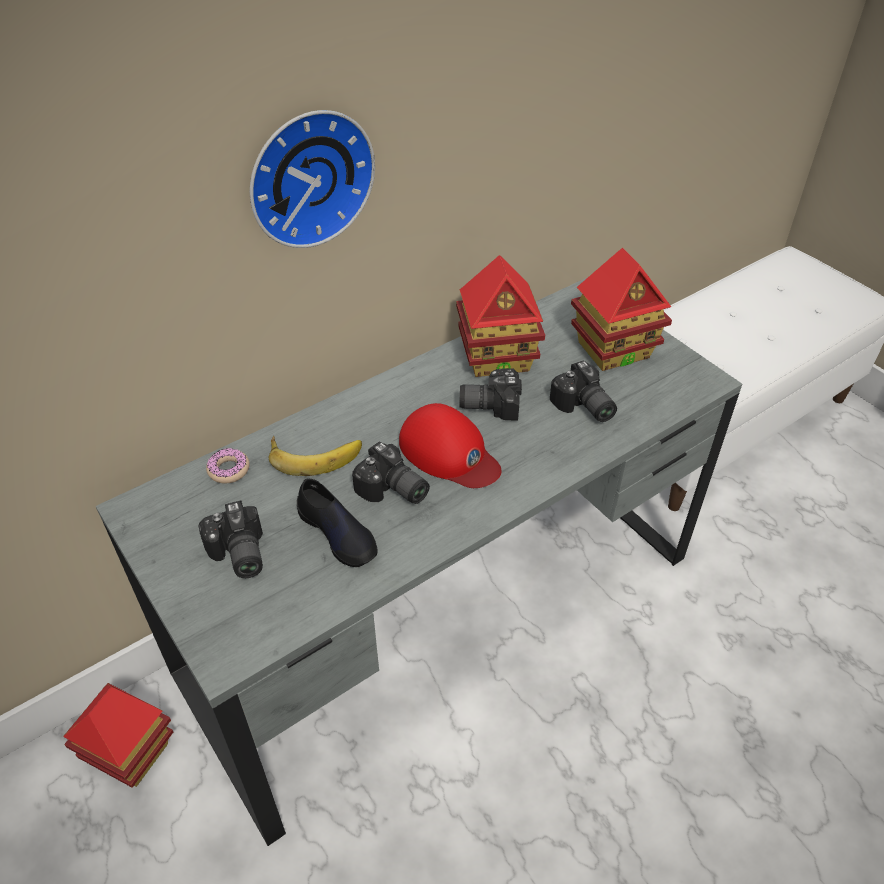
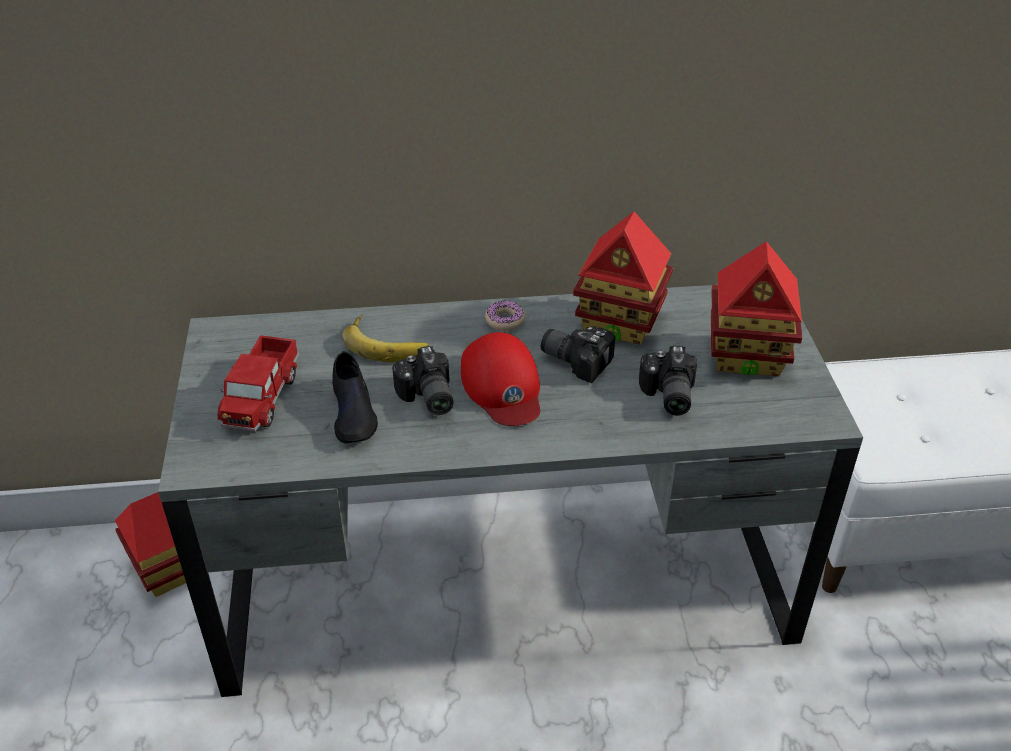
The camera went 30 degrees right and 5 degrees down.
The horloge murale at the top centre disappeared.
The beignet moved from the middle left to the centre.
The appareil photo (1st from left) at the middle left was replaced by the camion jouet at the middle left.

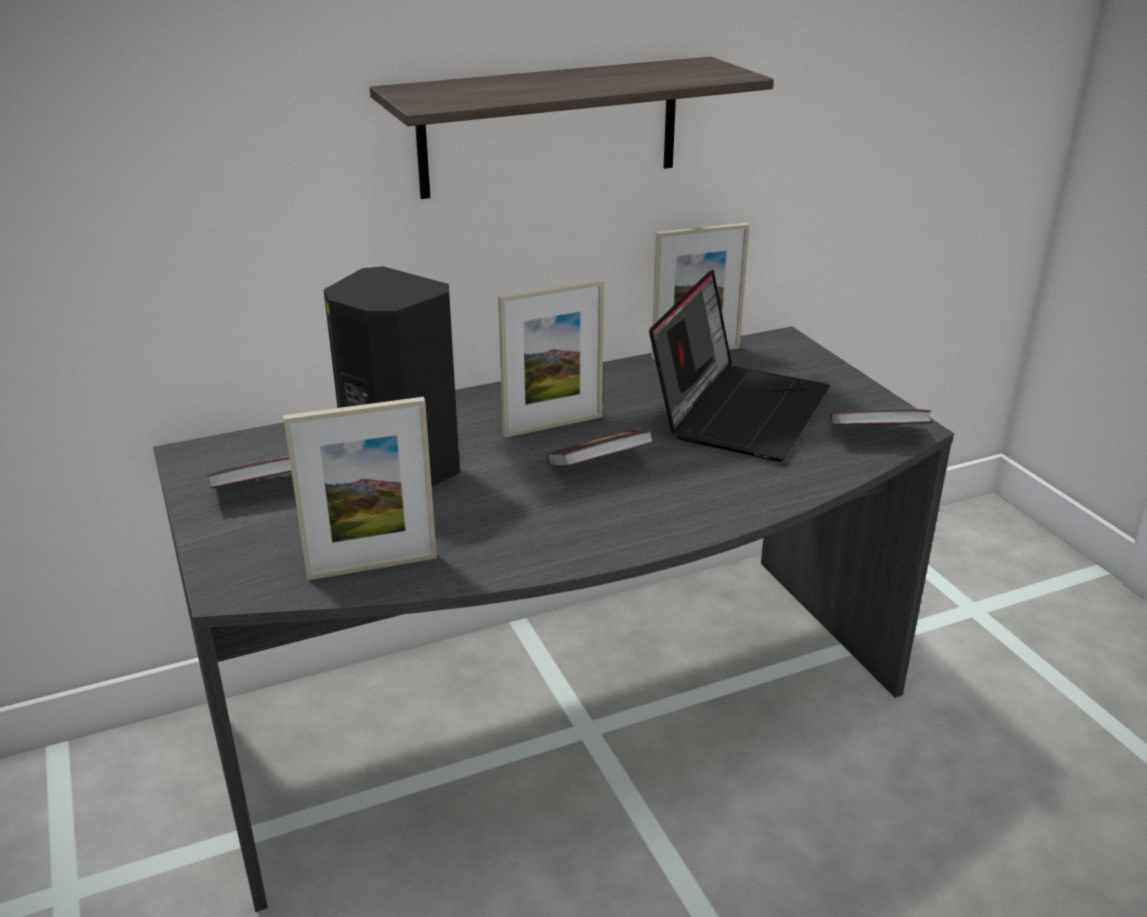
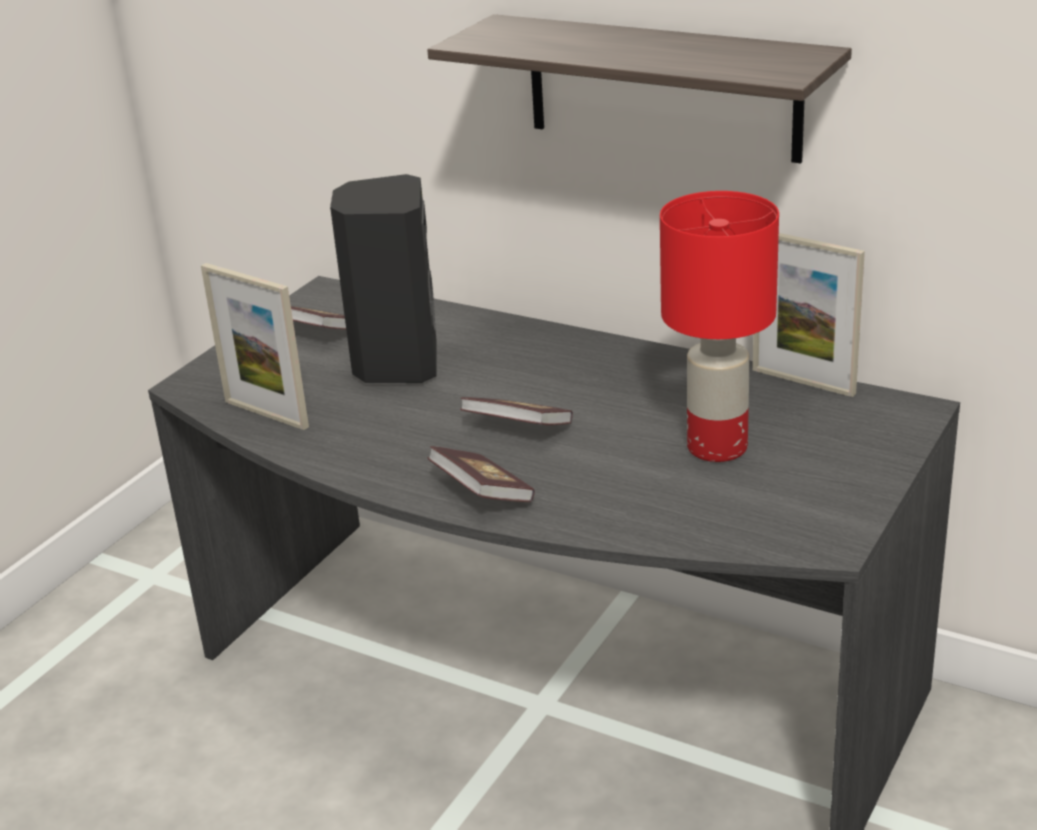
The camera went 55 degrees right and 0 degrees up.
The ordinateur portable at the centre was replaced by the lampe de table/rouge at the middle right.
The cadre photo (2nd from left) at the centre disappeared.
The livre (3rd from left in the first image) moved from the middle right to the centre.

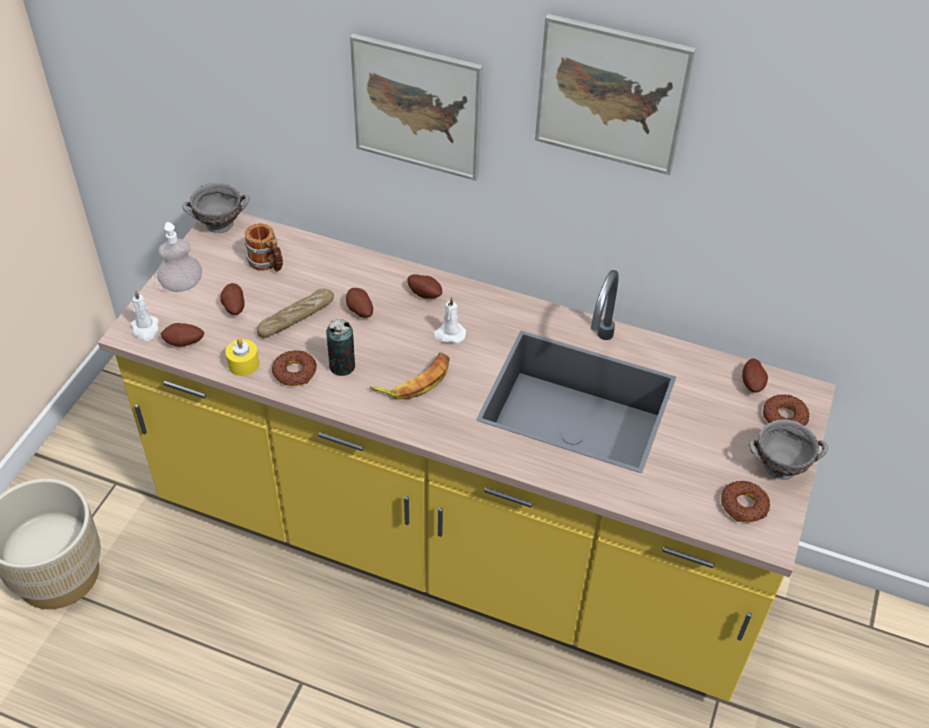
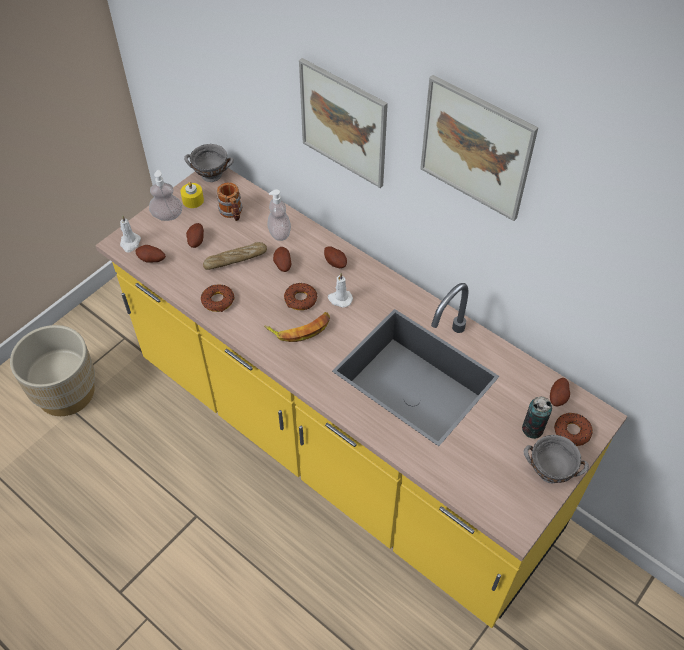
The camera went 20 degrees right and 5 degrees up.
The boîte métallique moved from the centre to the middle right.
The bougie/jaune moved from the middle left to the top left.
The beignet (2nd from left) moved from the bottom right to the centre.
The distributeur de savon (2nd from left) at the top centre appeared.

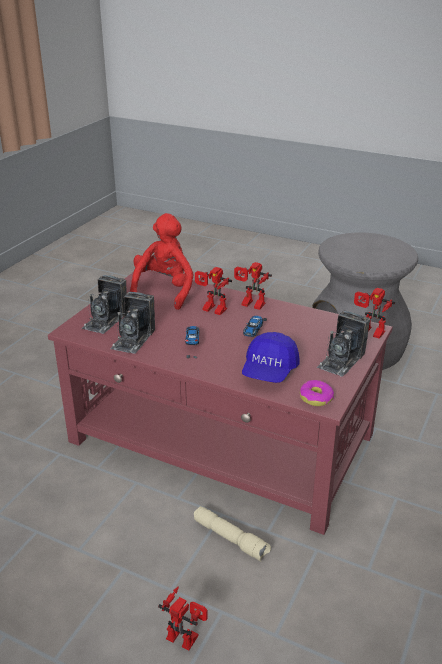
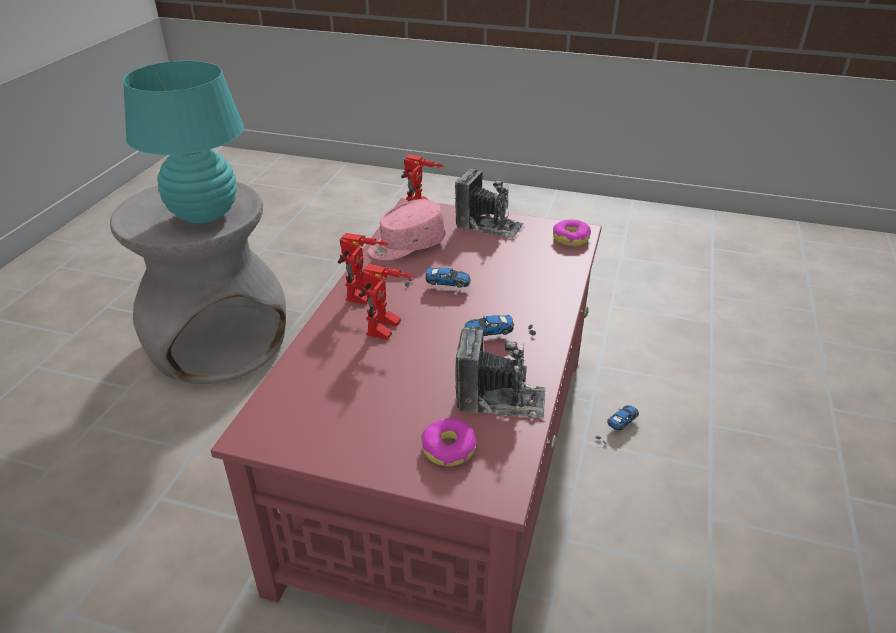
The camera went 100 degrees left and 5 degrees up.
The peluche/rouge at the centre disappeared.
The appareil photo (1st from left) at the middle left was replaced by the beignet (1st from left) at the bottom centre.
The casquette/bleu at the centre disappeared.
The lampe de poche/beige at the bottom centre was replaced by the petite voiture (3rd from left) at the bottom right.
The robot jouet (1st from left) at the bottom centre disappeared.
The lampe de table/turquoise at the top left appeared.
The casquette/rose at the centre appeared.

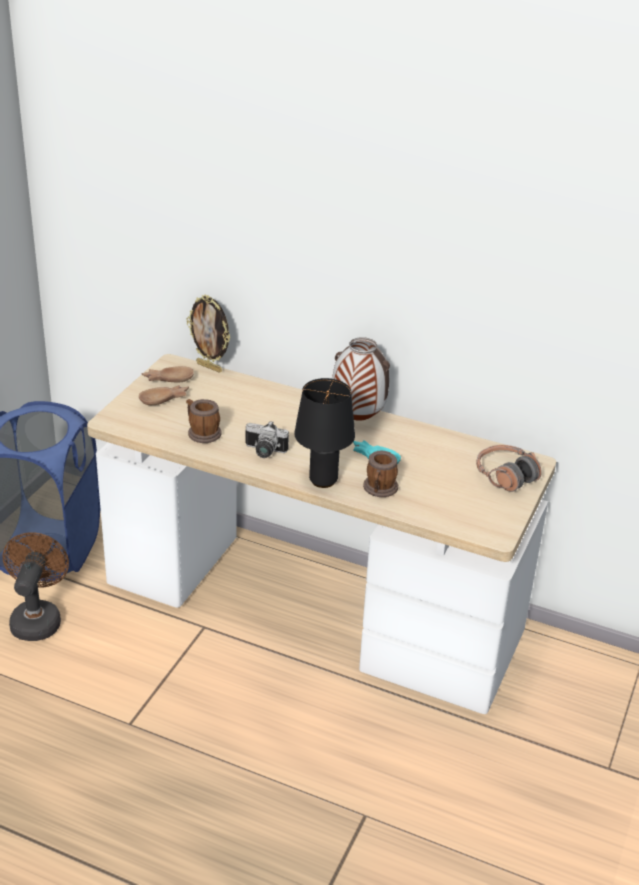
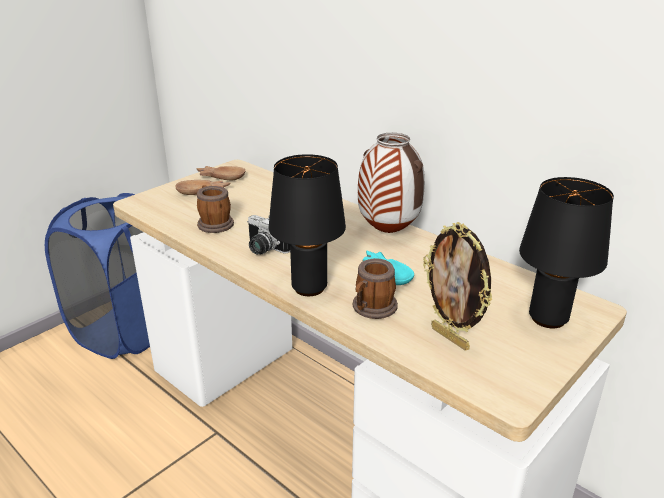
The camera went 20 degrees right and 5 degrees down.
The cadre photo moved from the middle left to the middle right.
The casque audio at the middle right was replaced by the lampe de table/noir (2nd from left) at the middle right.
The ventilateur/marron at the middle left disappeared.

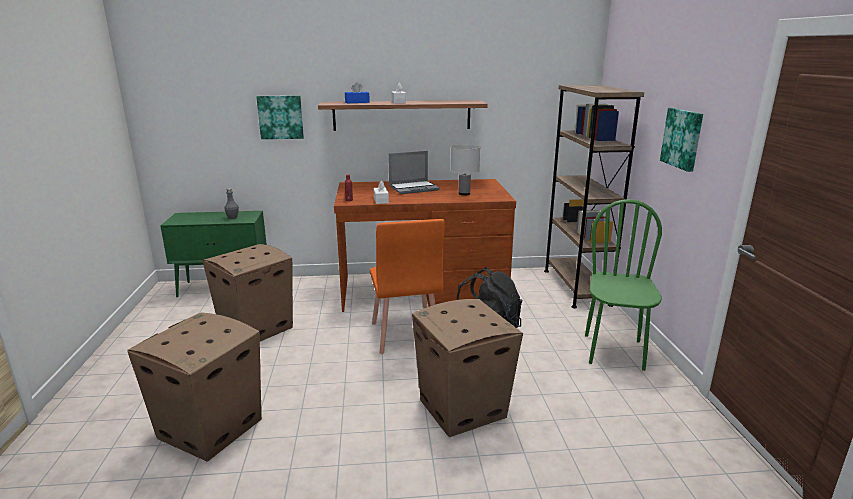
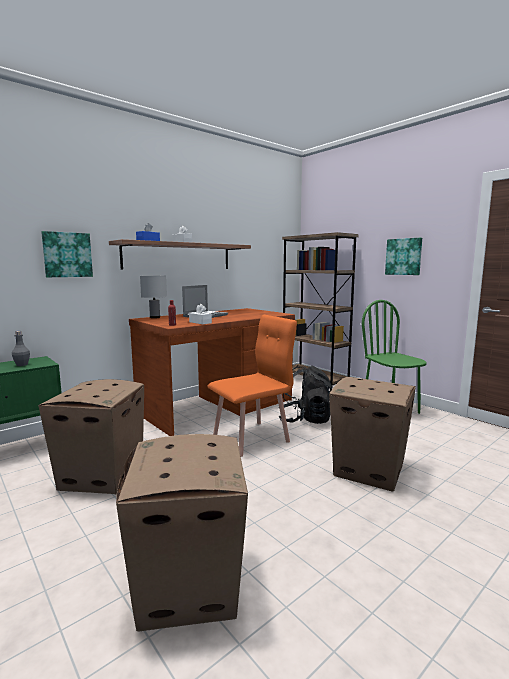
The camera went 35 degrees left and 10 degrees down.
The lampe de table/blanc moved from the centre to the middle left.
The chaise/orange at the centre turned 75 degrees counterclockwise.

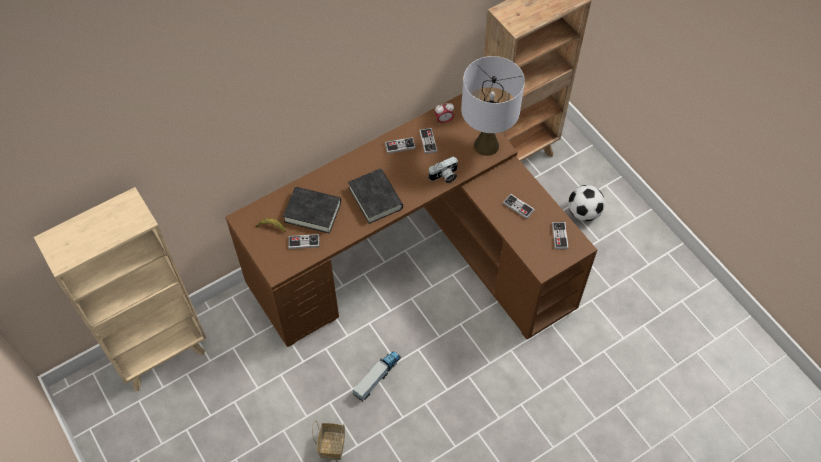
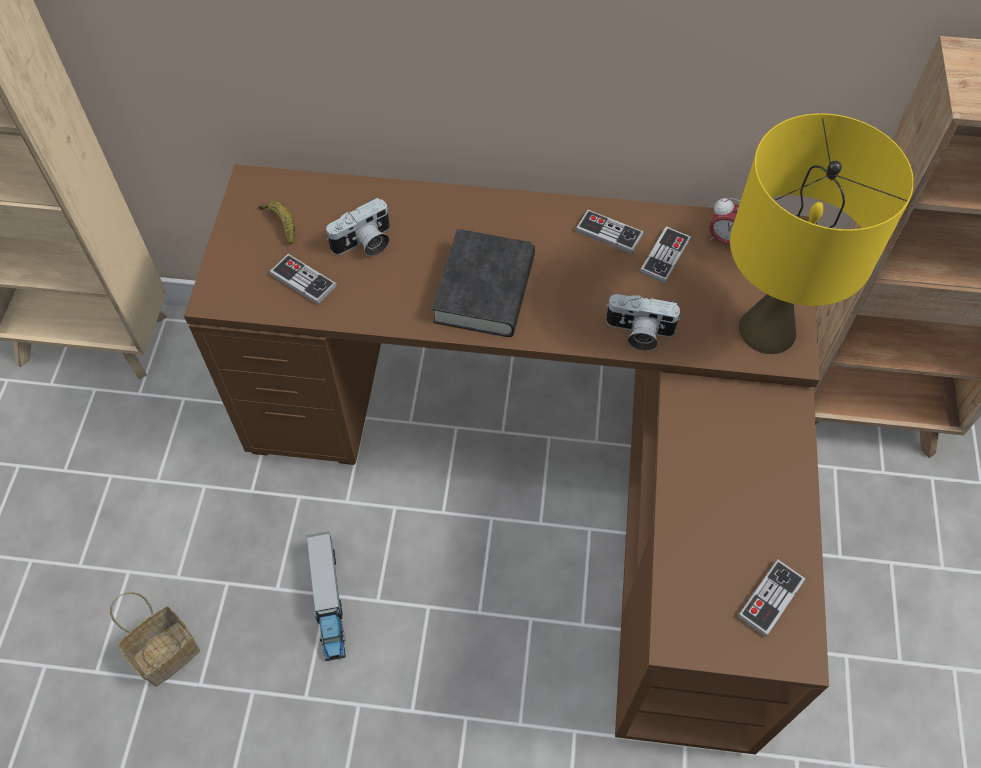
The camera went 40 degrees right and 0 degrees up.
The lampe de table/gris at the top centre became the lampe de table/jaune at the top right.
The ballon de foot at the middle right disappeared.
The livre/noir (1st from left) at the centre was replaced by the appareil photo (1st from left) at the top centre.
The manette (4th from left) at the centre disappeared.
The camion jouet at the bottom centre turned 90 degrees clockwise.

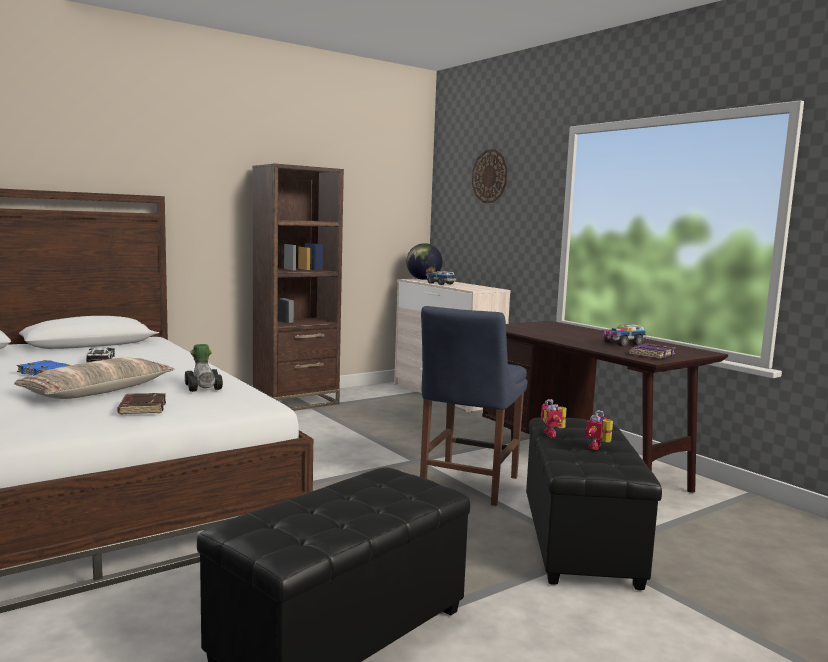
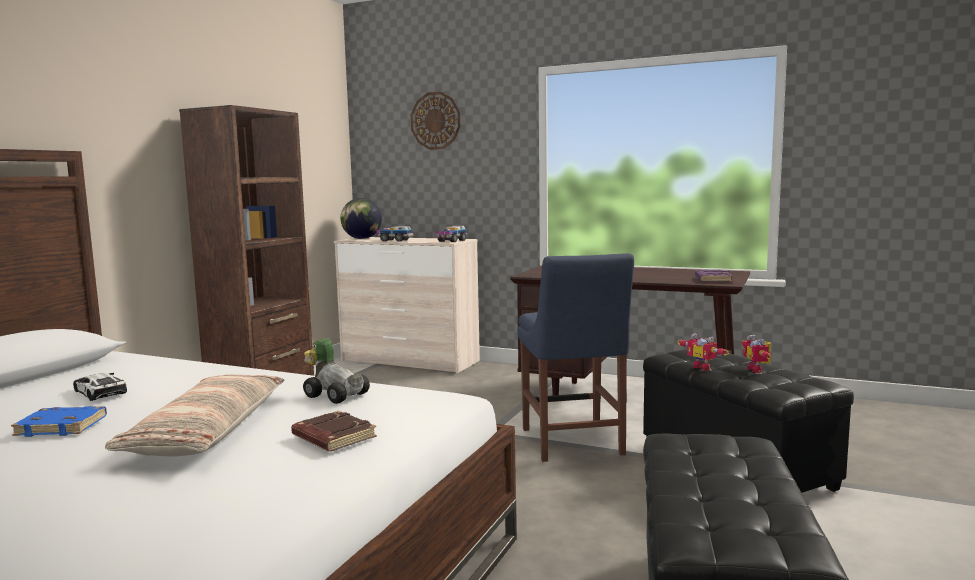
The camera went 30 degrees left and 0 degrees up.
The camion jouet (2nd from left) moved from the middle right to the centre.

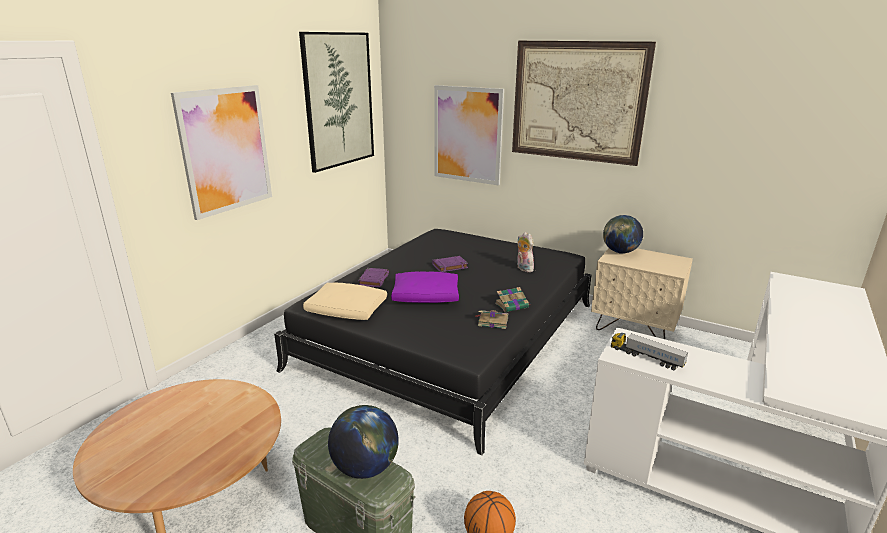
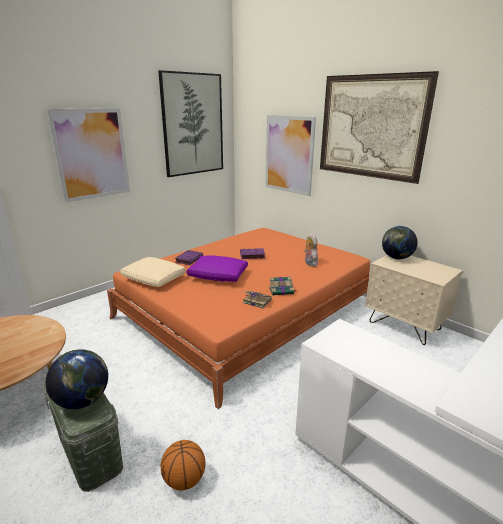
The camera went 15 degrees right and 0 degrees up.
The lit/noir at the centre became the lit/orange at the centre.
The camion jouet at the middle right disappeared.

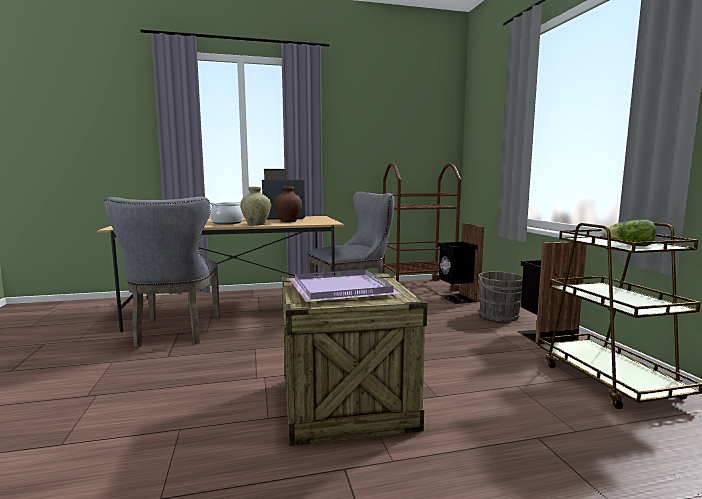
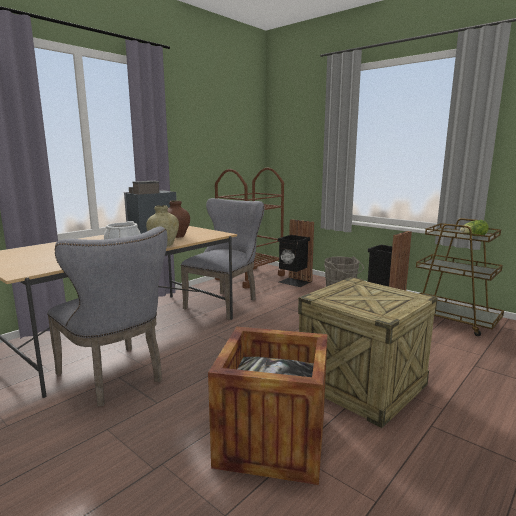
The camera went 35 degrees left and 5 degrees up.
The plateau/violet at the centre disappeared.
The caisse (1st from left) at the bottom centre appeared.

